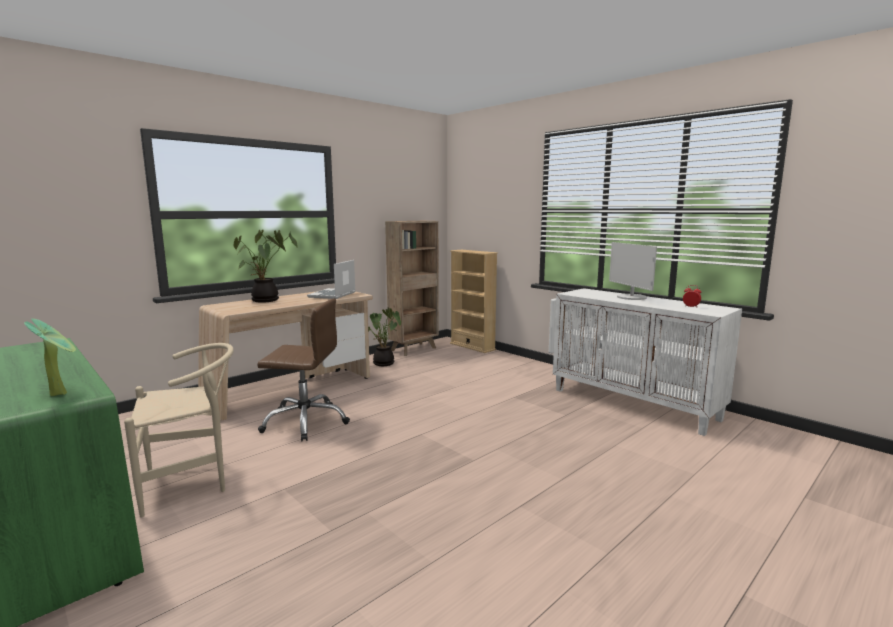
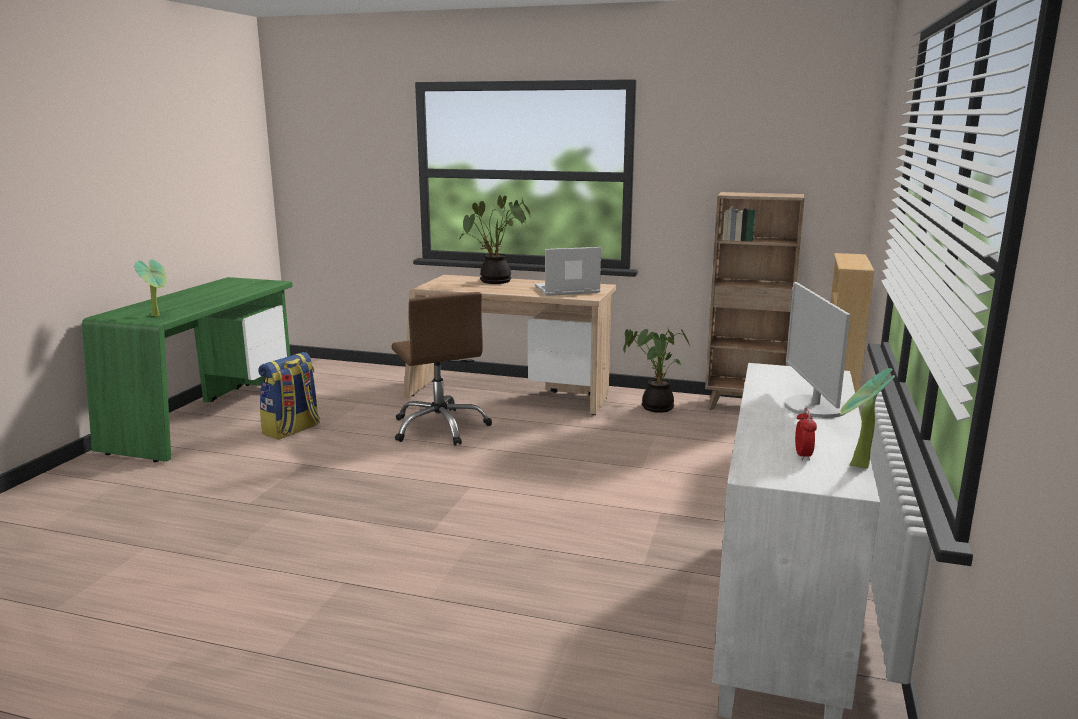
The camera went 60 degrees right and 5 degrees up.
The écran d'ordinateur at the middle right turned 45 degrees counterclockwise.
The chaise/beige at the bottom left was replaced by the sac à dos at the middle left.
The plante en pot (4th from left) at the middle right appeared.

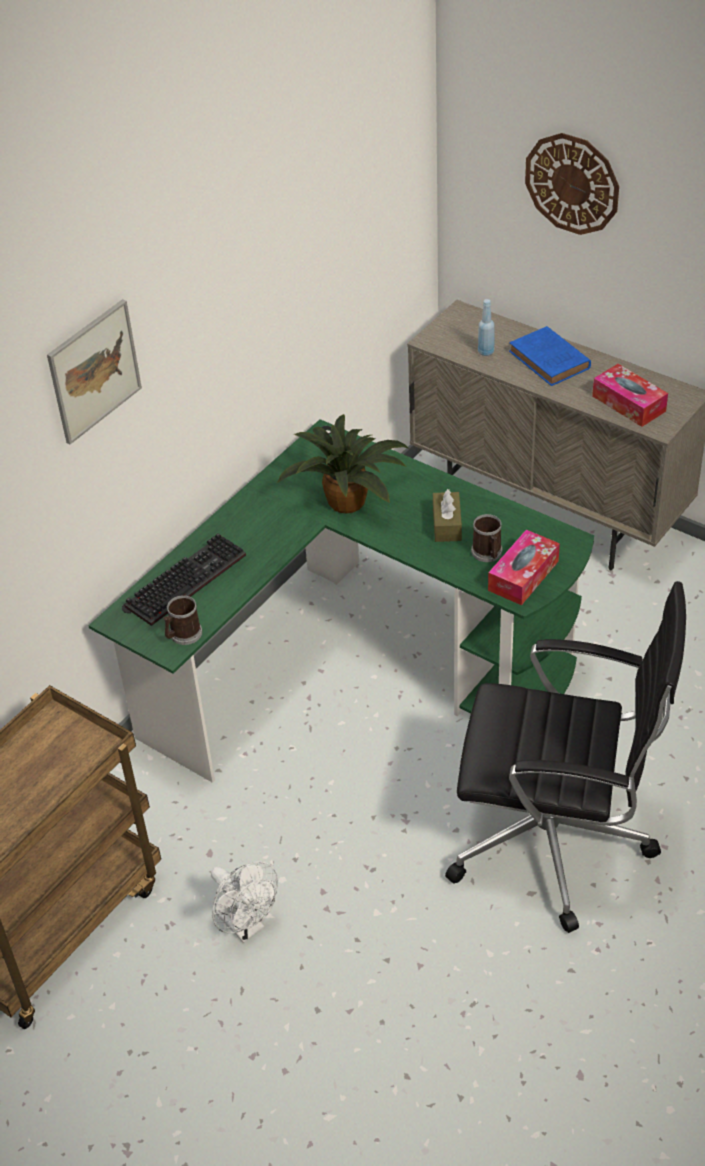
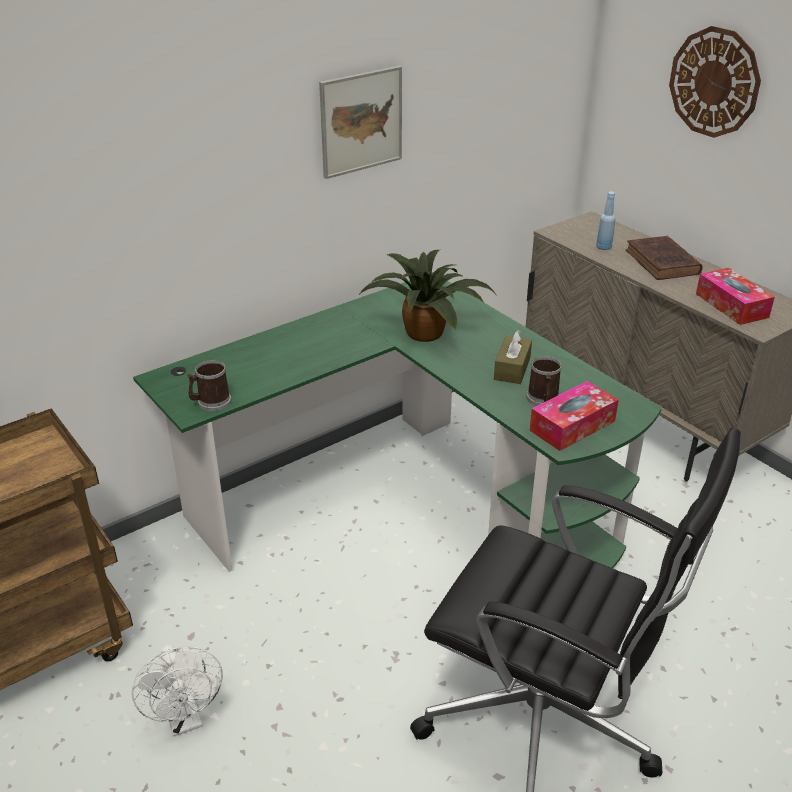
The camera went 15 degrees right and 10 degrees down.
The tableau moved from the top left to the top centre.
The livre/bleu at the top right became the livre/marron at the top right.
The clavier at the middle left disappeared.

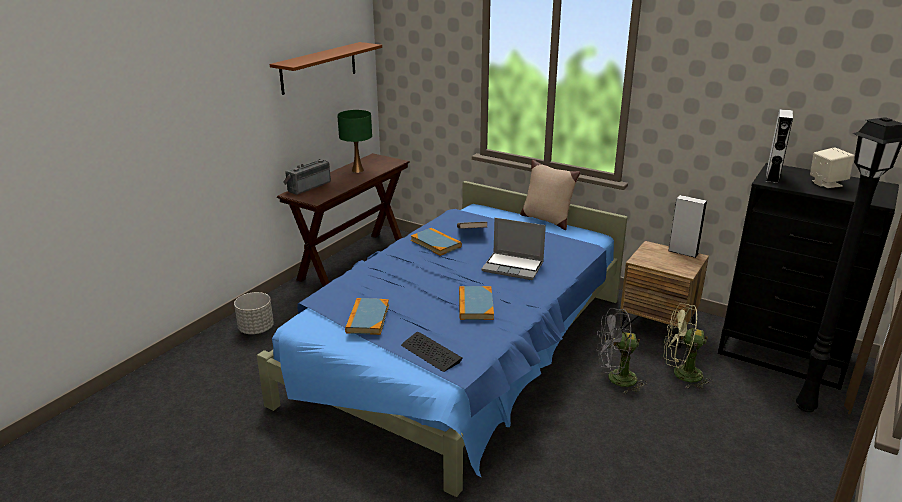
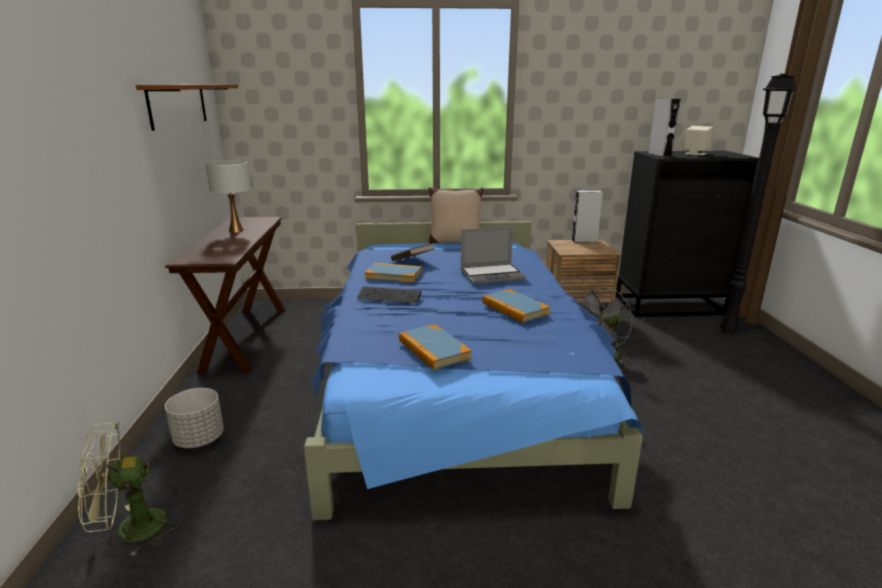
The camera went 35 degrees left and 5 degrees down.
The lampe de table/vert at the top centre became the lampe de table/blanc at the middle left.
The radio at the centre disappeared.
The ventilateur/vert moved from the bottom right to the bottom left.
The clavier moved from the bottom centre to the centre.

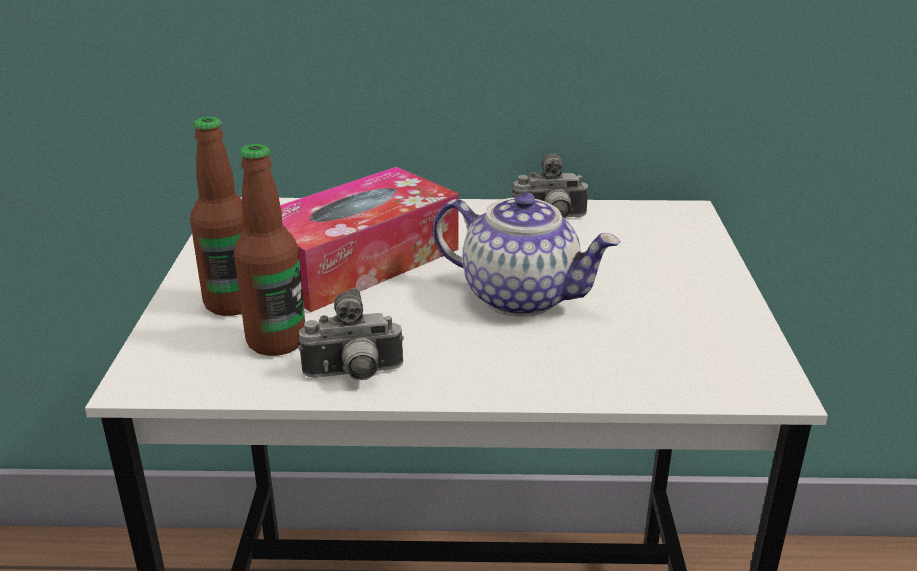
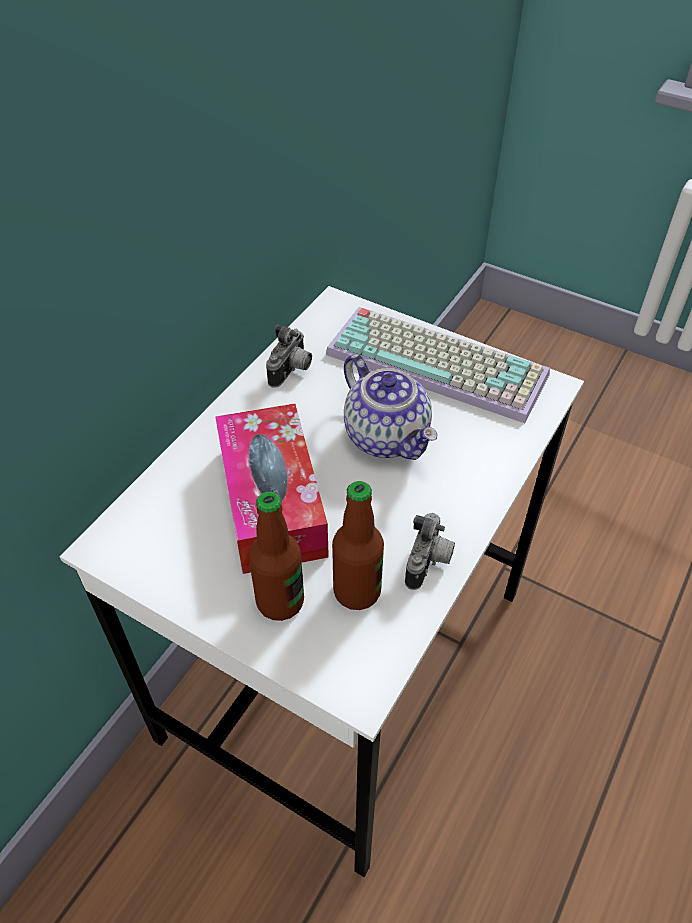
The camera went 60 degrees left and 20 degrees up.
The théière at the centre turned 90 degrees clockwise.
The clavier at the centre appeared.

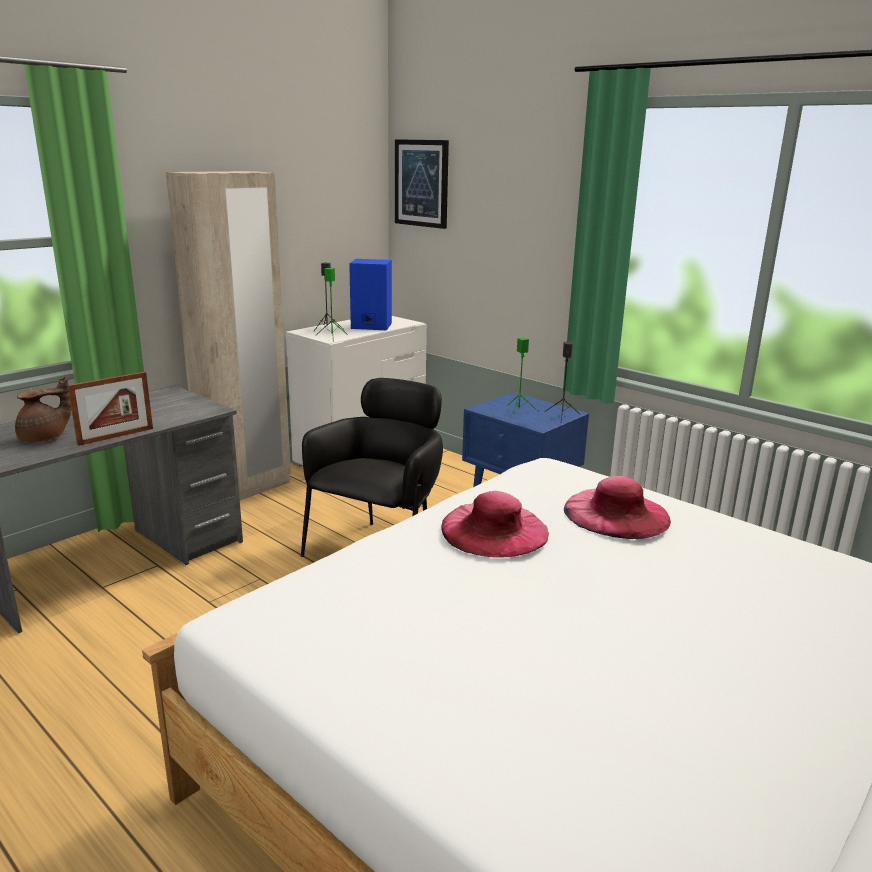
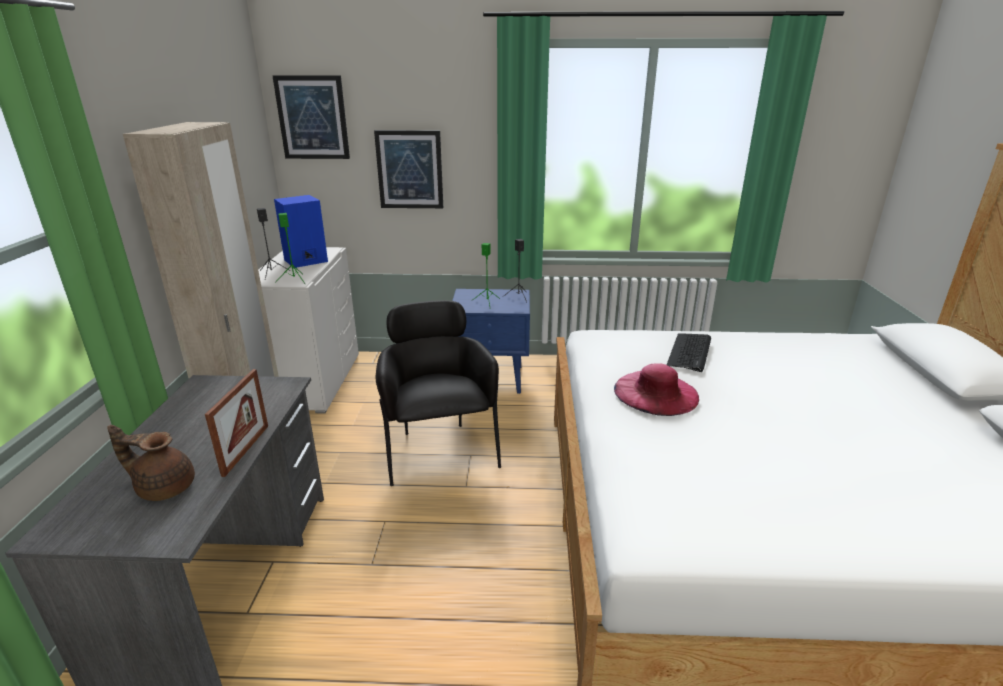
The camera went 40 degrees left and 5 degrees up.
The théière/marron at the middle left turned 90 degrees counterclockwise.
The chapeau/rose (2nd from left) at the middle right was replaced by the clavier at the middle right.
The tableau (2nd from left) at the top centre appeared.

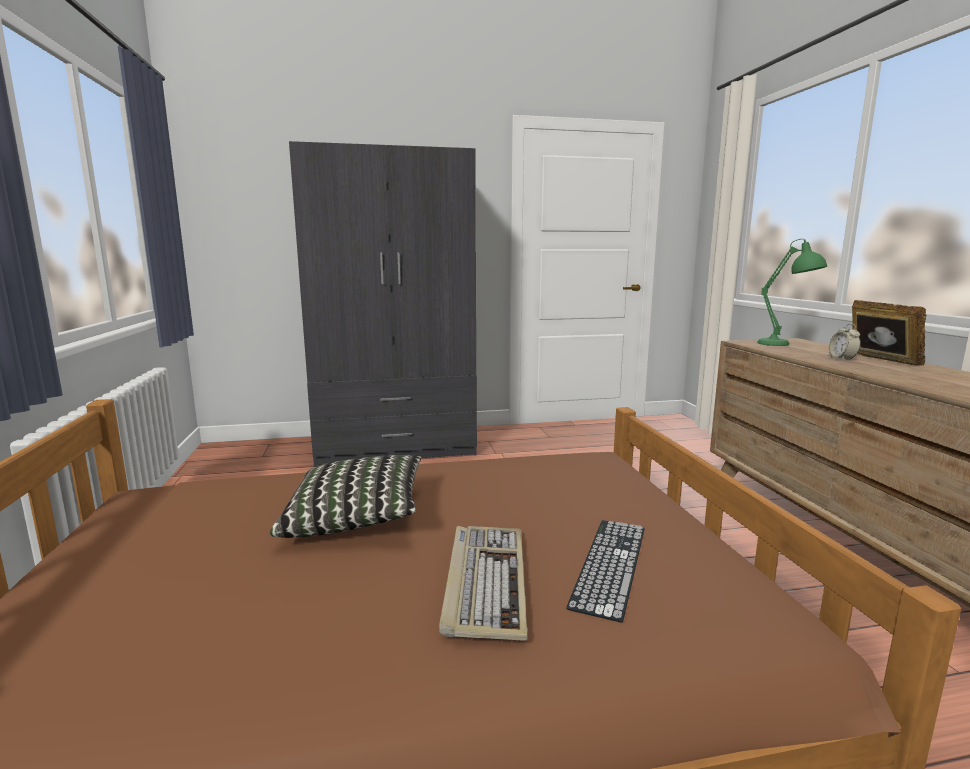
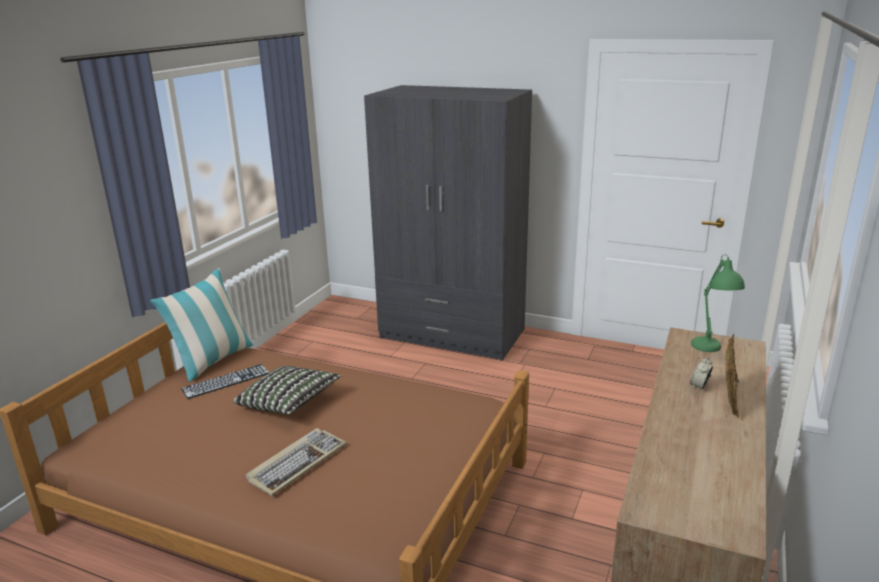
The camera went 35 degrees right and 10 degrees up.
The clavier (2nd from left in the first image) moved from the bottom centre to the middle left.
The coussin (1st from left) at the middle left appeared.

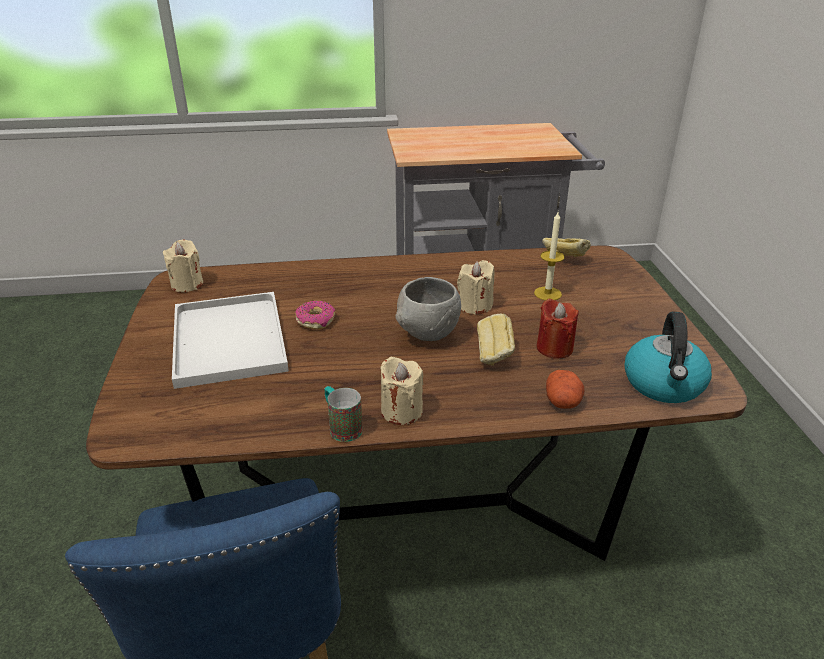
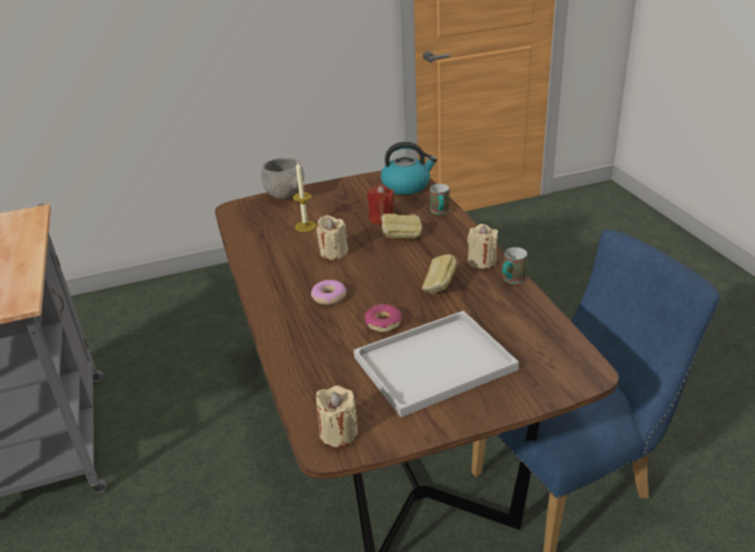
The camera went 100 degrees left and 0 degrees up.
The pain (2nd from left) moved from the middle right to the centre.
The bol/gris moved from the centre to the top centre.
The pomme de terre at the middle right was replaced by the mug (1st from left) at the centre.
The beignet (1st from left) at the centre appeared.

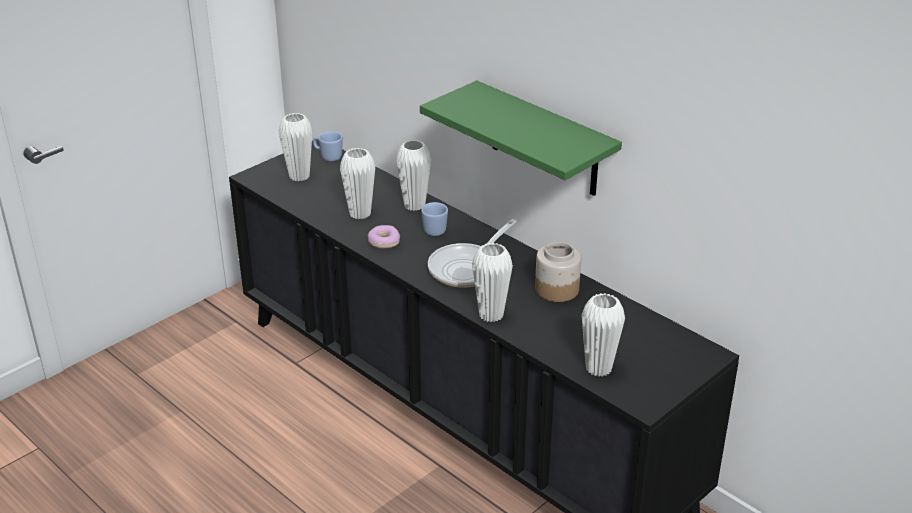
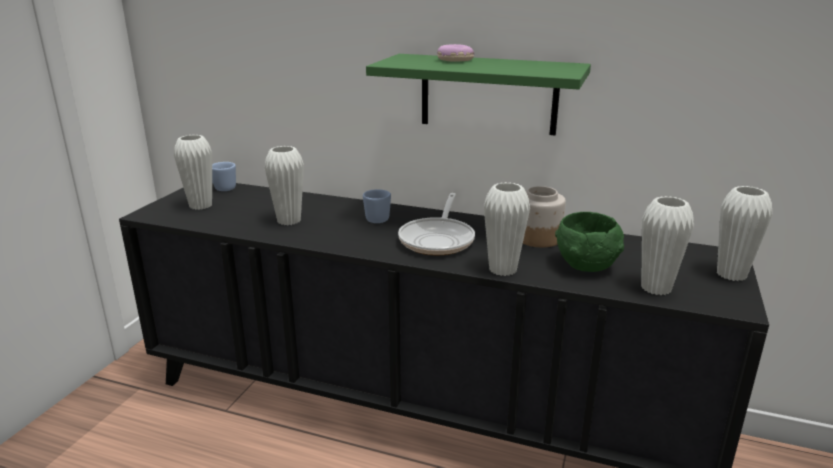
The camera went 25 degrees left and 10 degrees down.
The vase/blanc (3rd from left in the first image) moved from the centre to the middle right.
The beignet moved from the centre to the top centre.
The bol/vert at the middle right appeared.

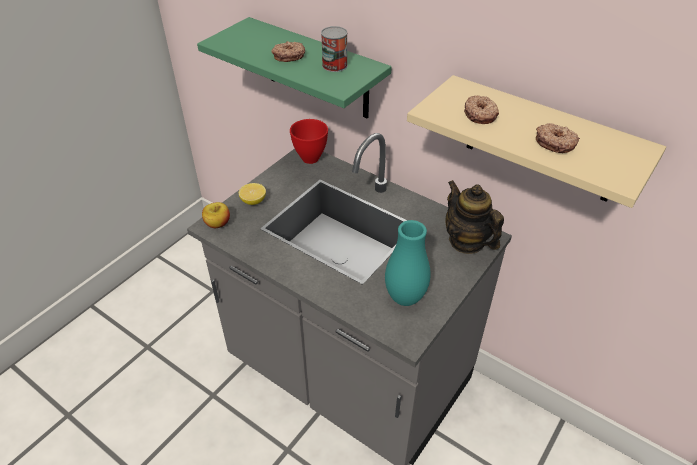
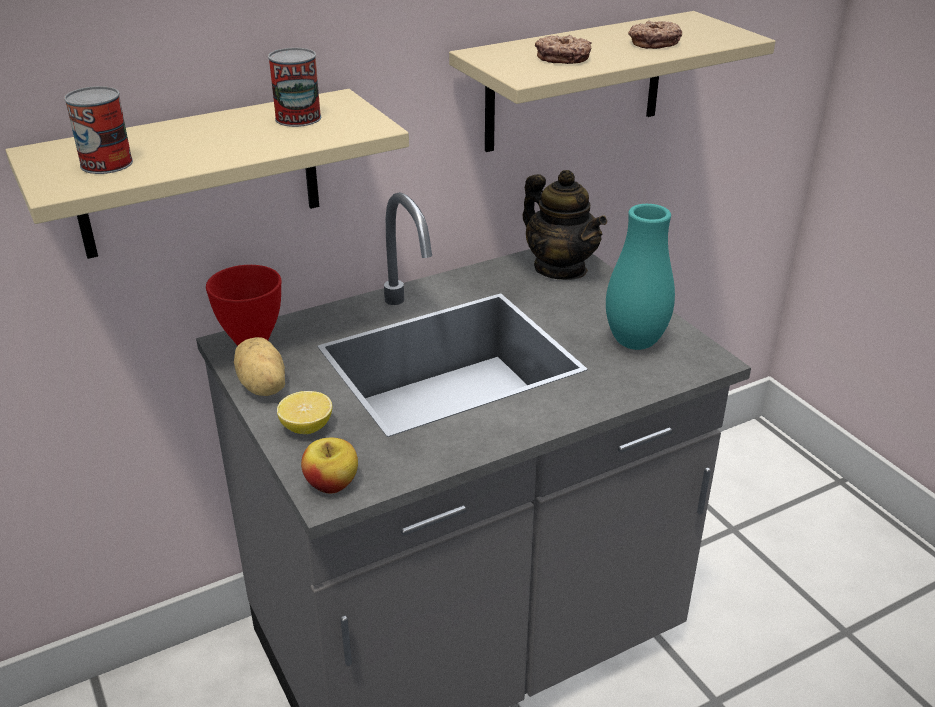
The camera went 65 degrees left and 10 degrees down.
The étagère/vert at the top centre became the étagère/beige (1st from left) at the top left.
The beignet (1st from left) at the top centre disappeared.
The théière at the middle right turned 120 degrees counterclockwise.
The boîte métallique (1st from left) at the top left appeared.
The pomme de terre at the middle left appeared.

